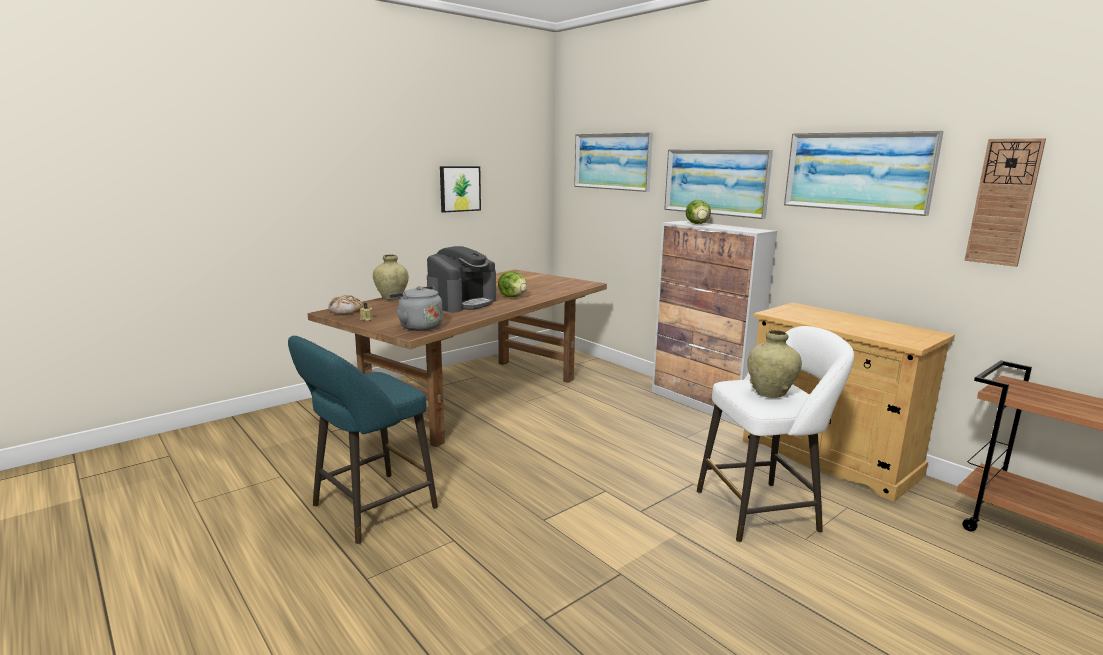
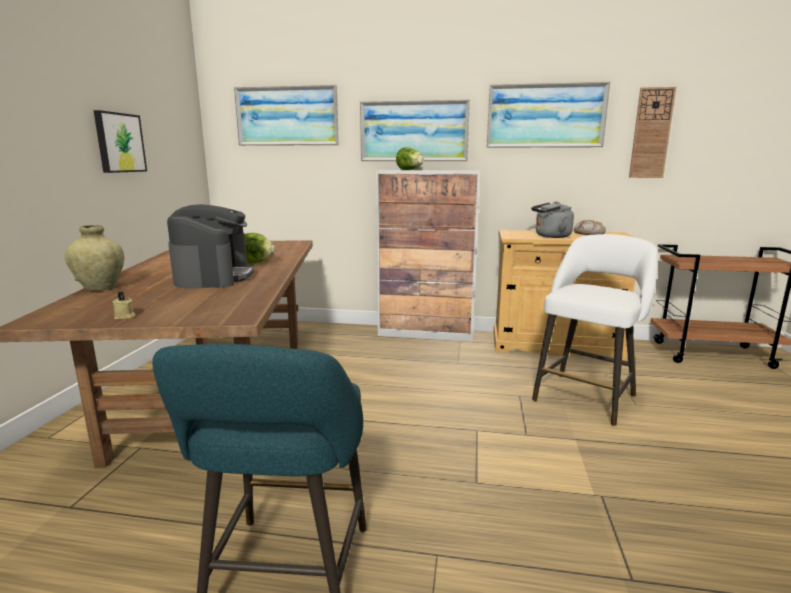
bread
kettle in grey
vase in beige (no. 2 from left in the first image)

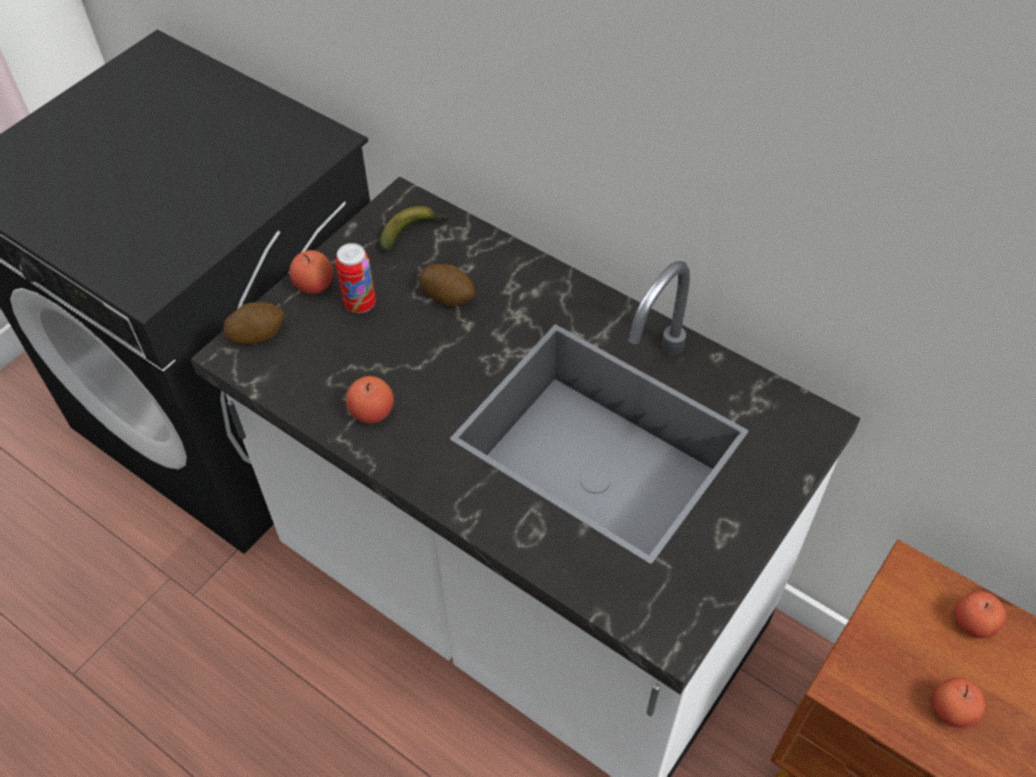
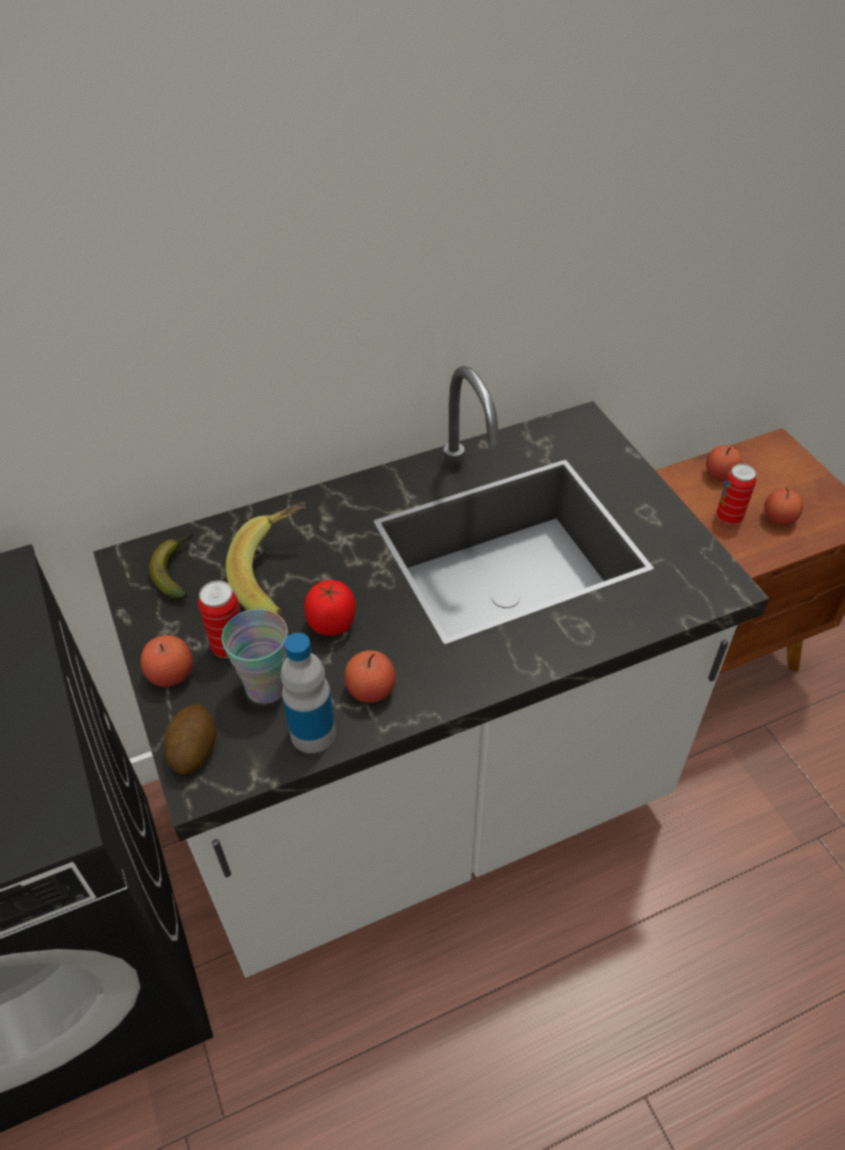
banana (no. 2 from left)
cup
bottle
tomato
can (no. 2 from left)

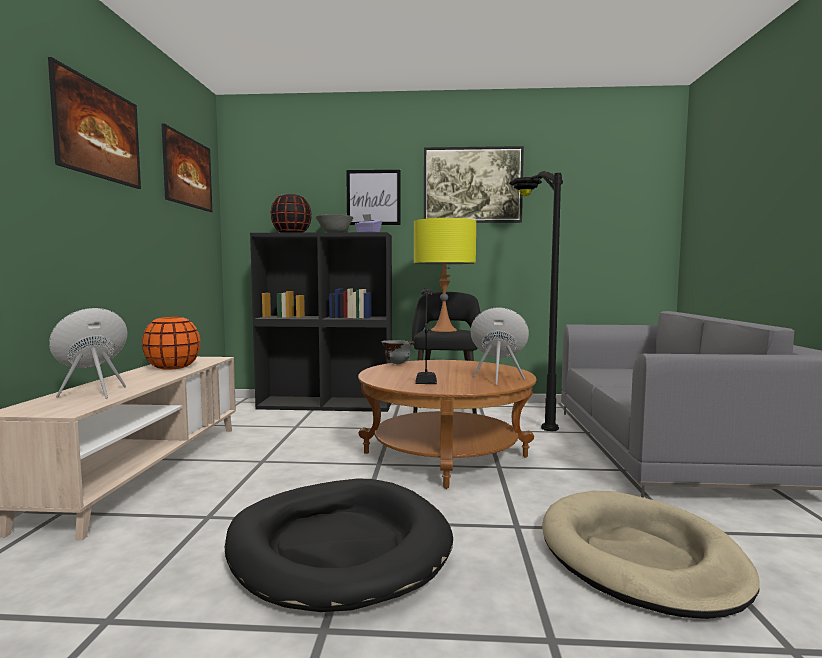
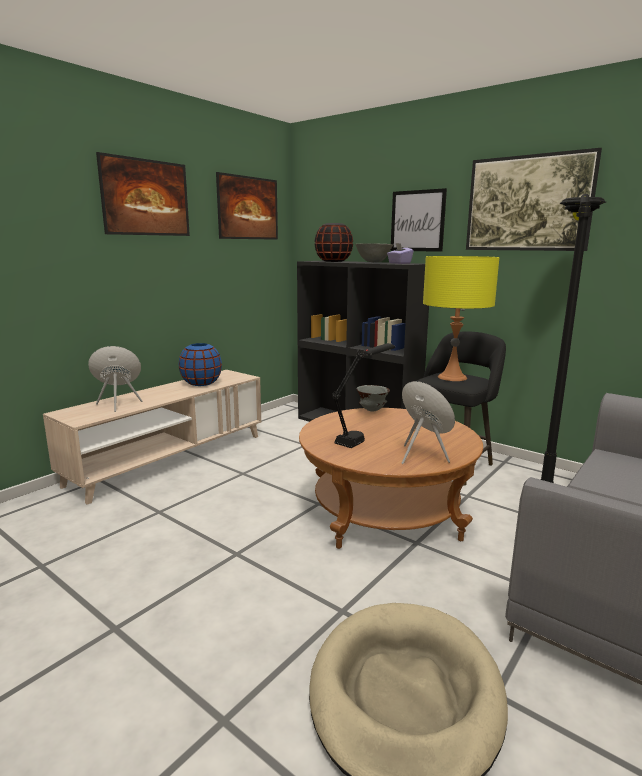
vase in blue
dog bed in black

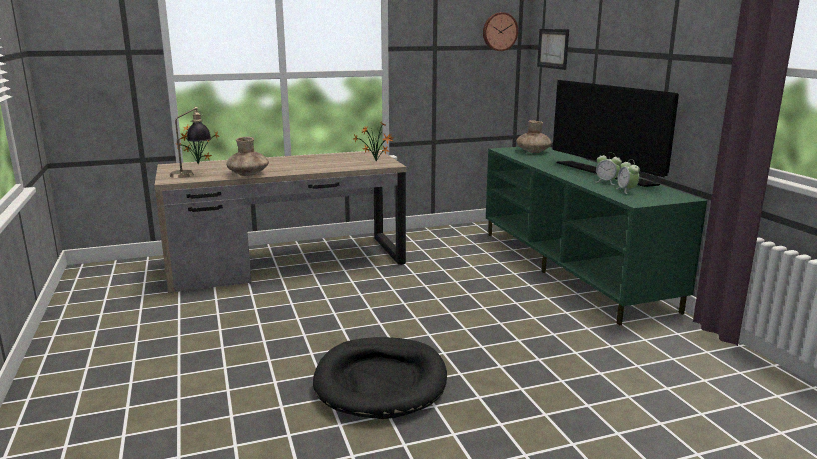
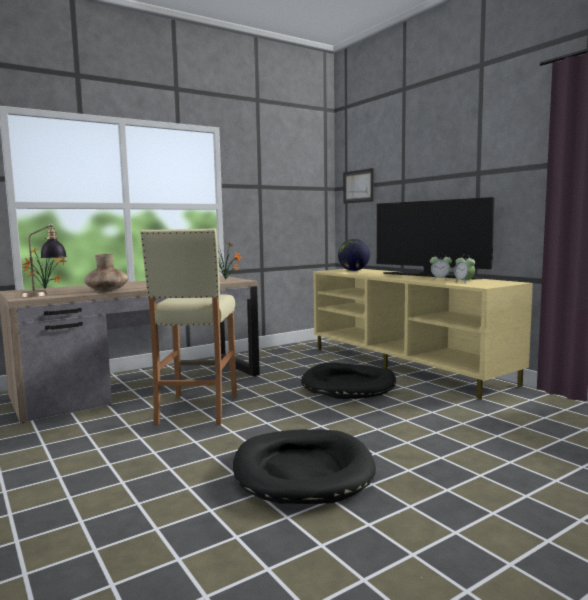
wall clock
tv stand in beige
globe
stool in beige
dog bed in black (no. 2 from left)

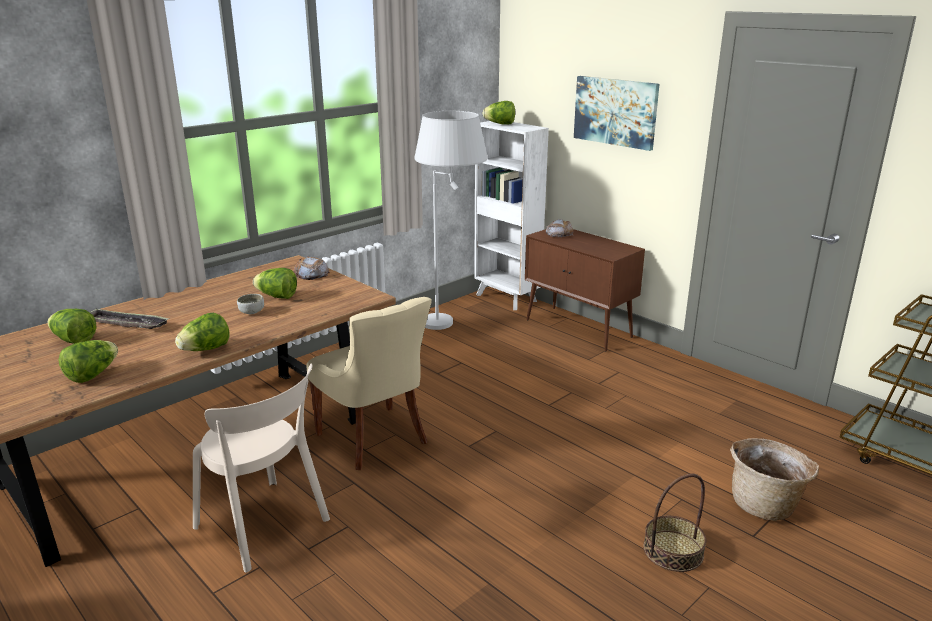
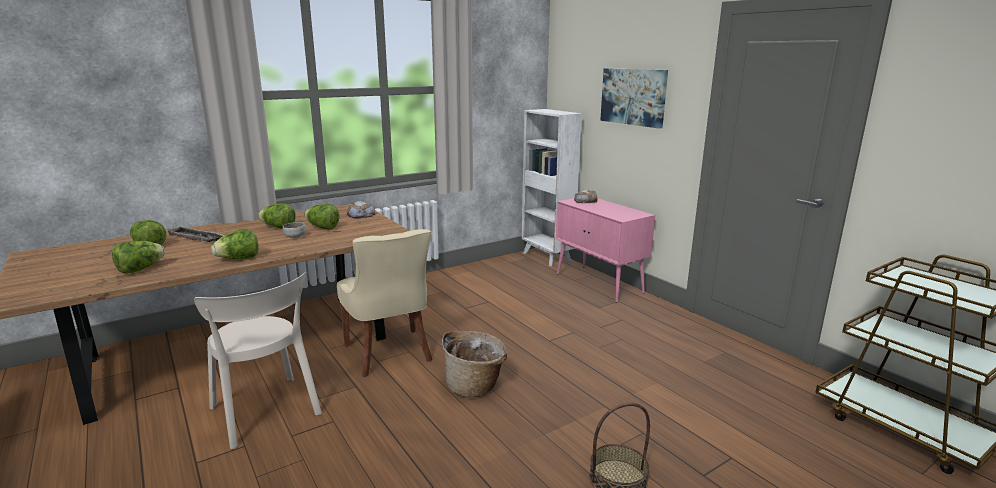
floor lamp in white
lettuce (no. 4 from left)
cabinet in pink
basket (no. 1 from left)

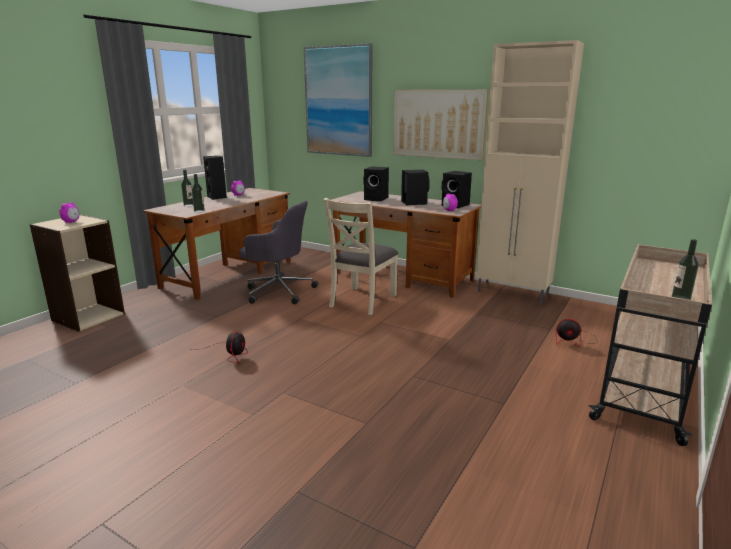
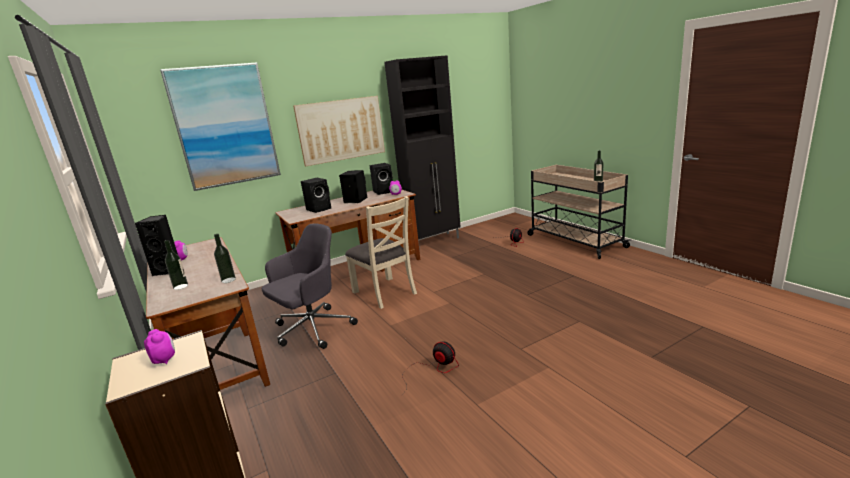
cabinet in black

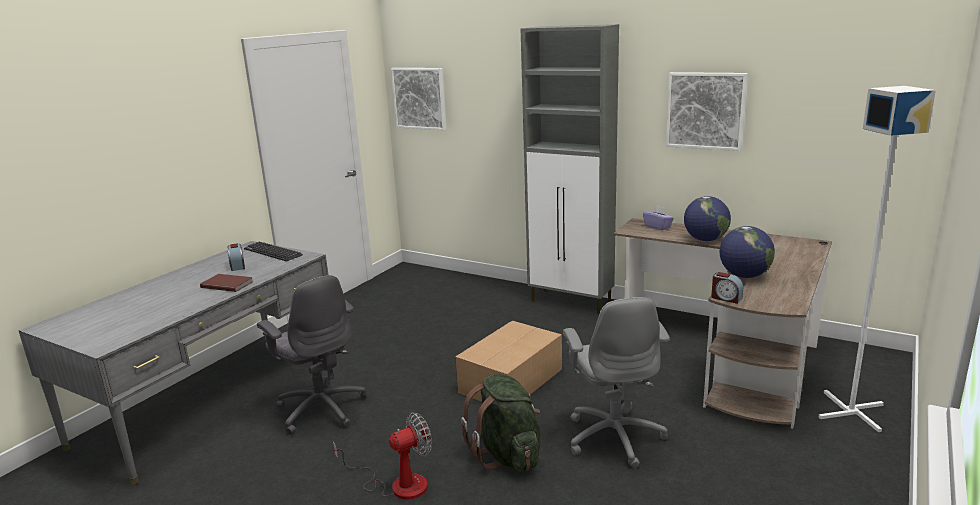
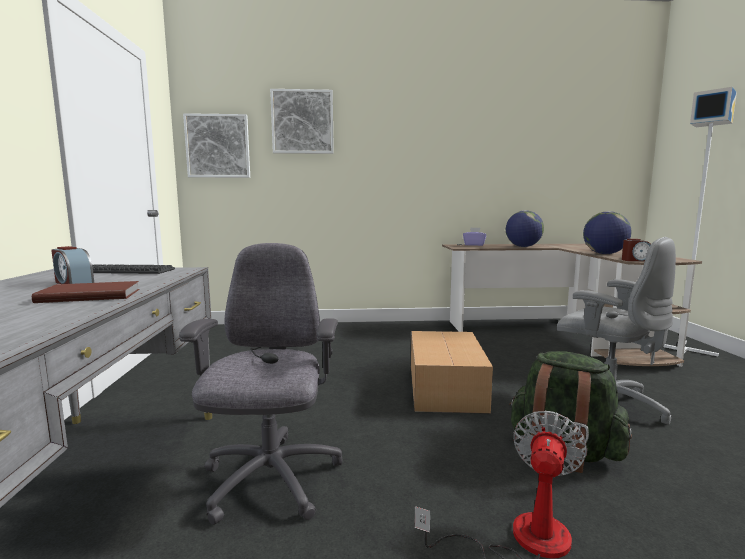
office chair in grey (no. 1 from left)
cabinet in grey
picture (no. 2 from left)

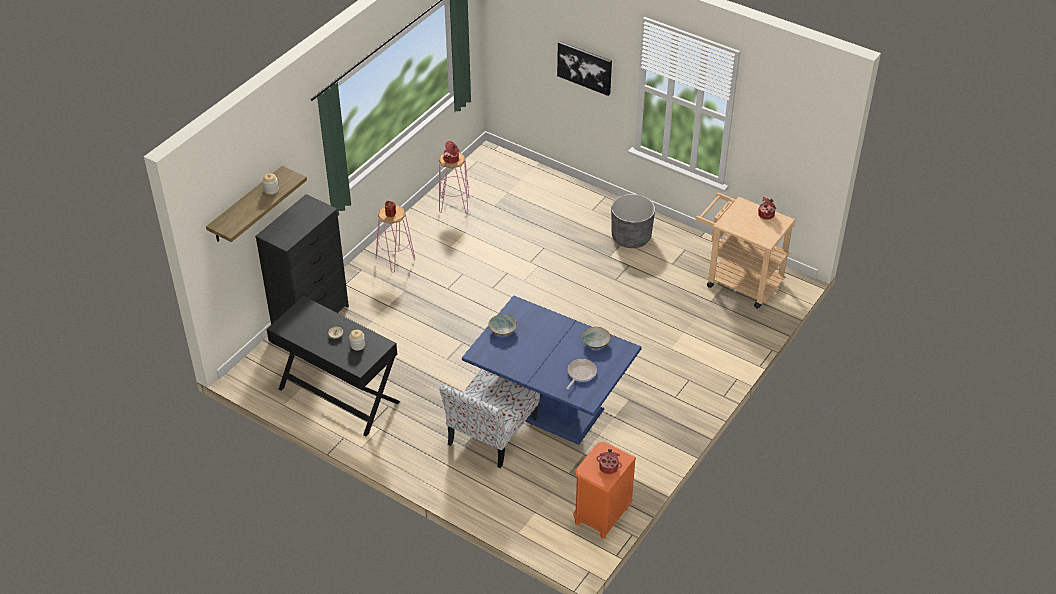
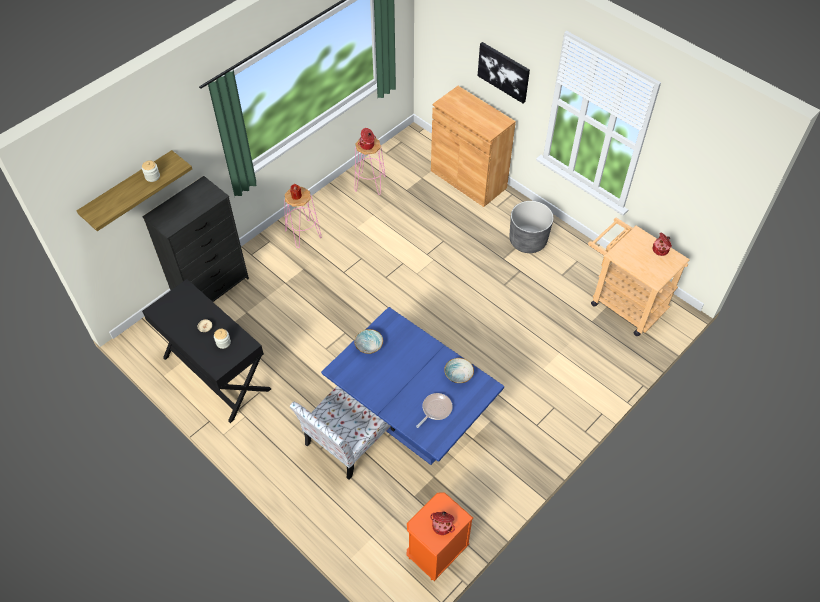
cabinet in brown

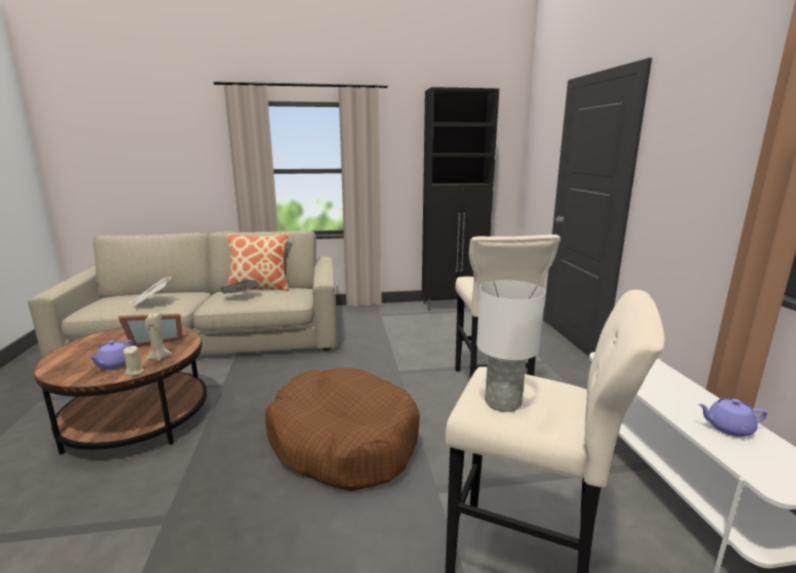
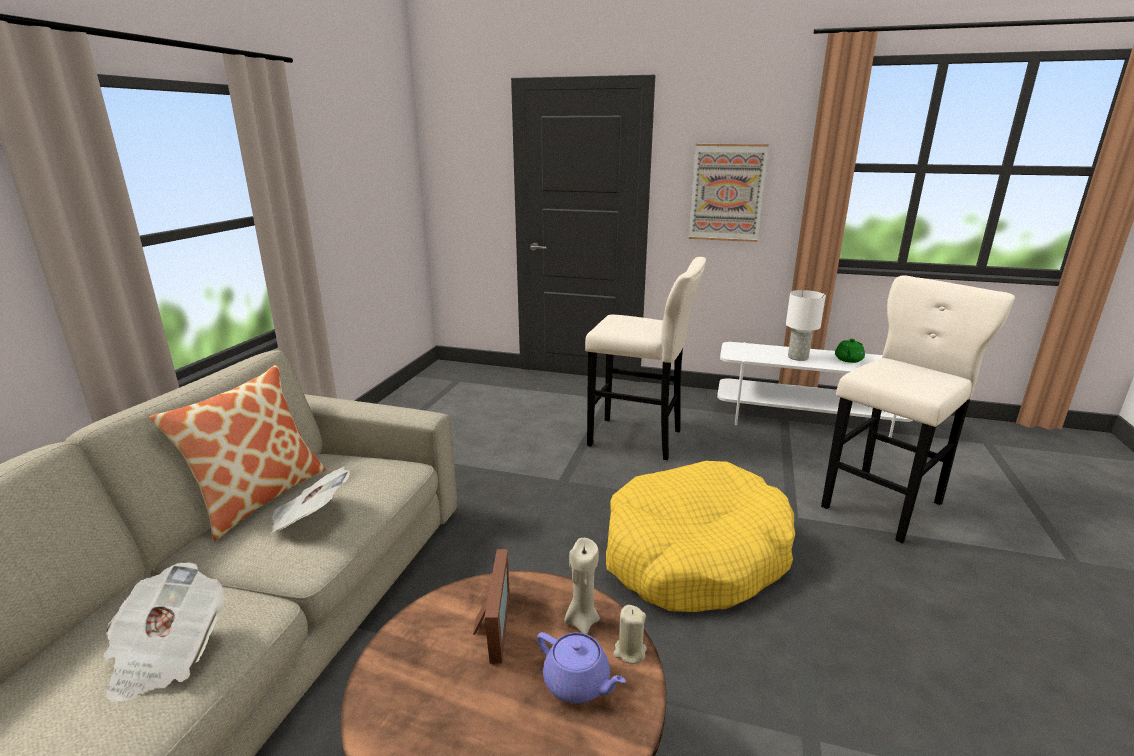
dog bed in yellow
cabinet in black
table lamp in white
teapot in green
picture

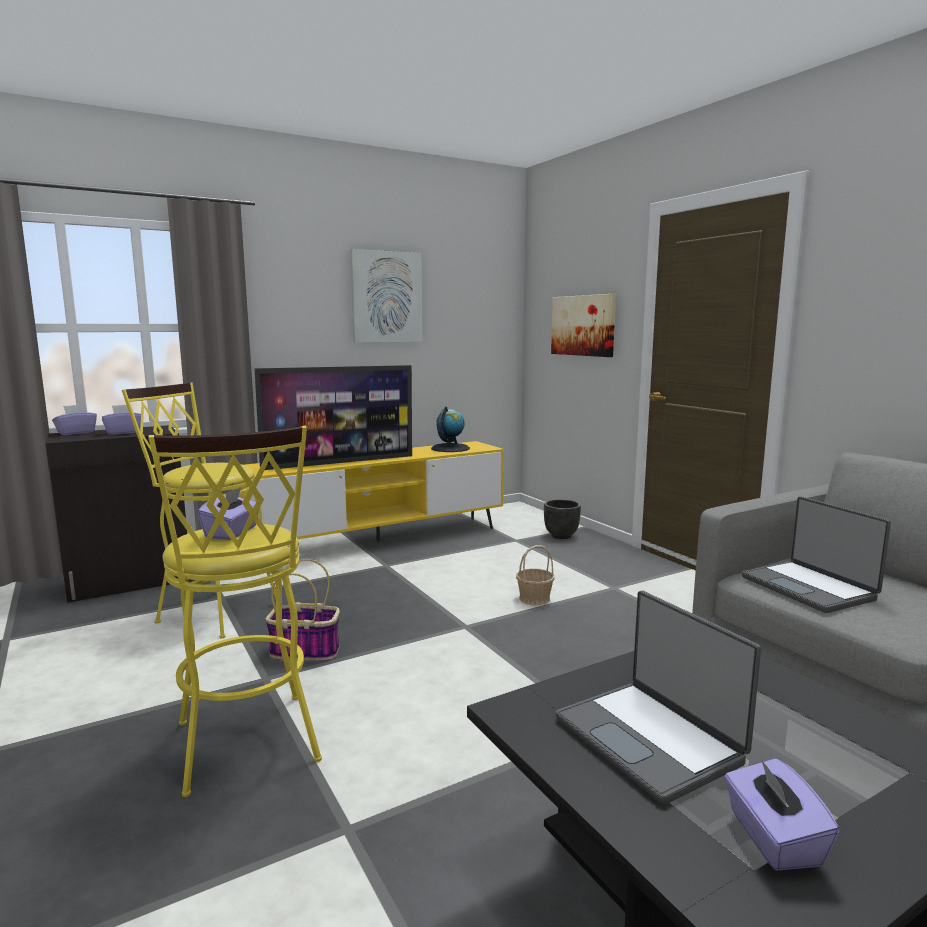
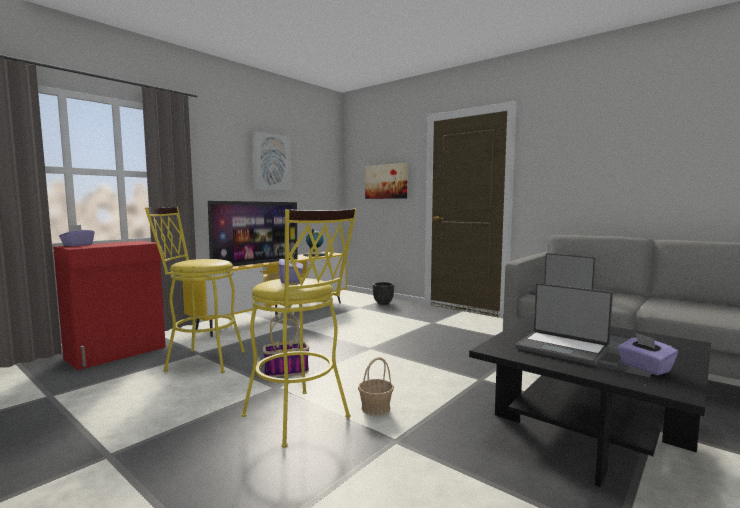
cabinet in red
tissue box in purple (no. 2 from left in the first image)
basket (no. 2 from left)

